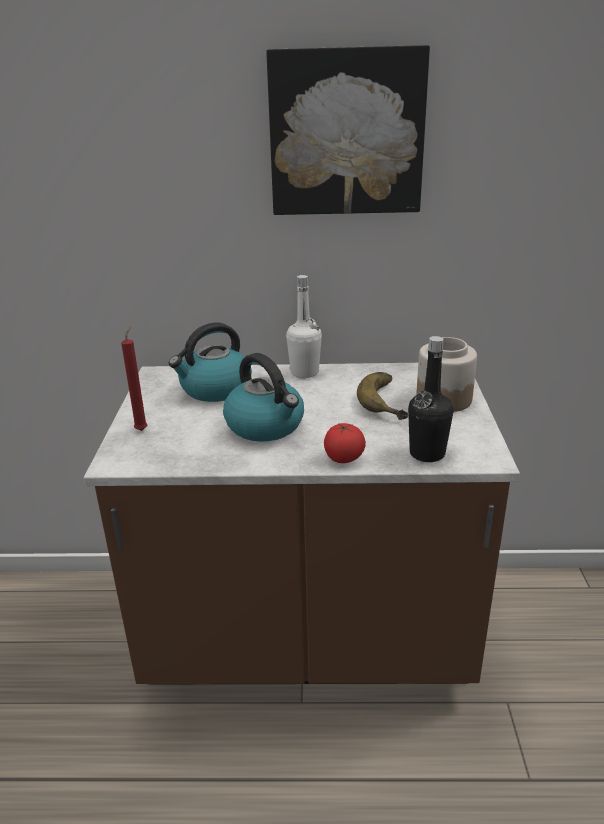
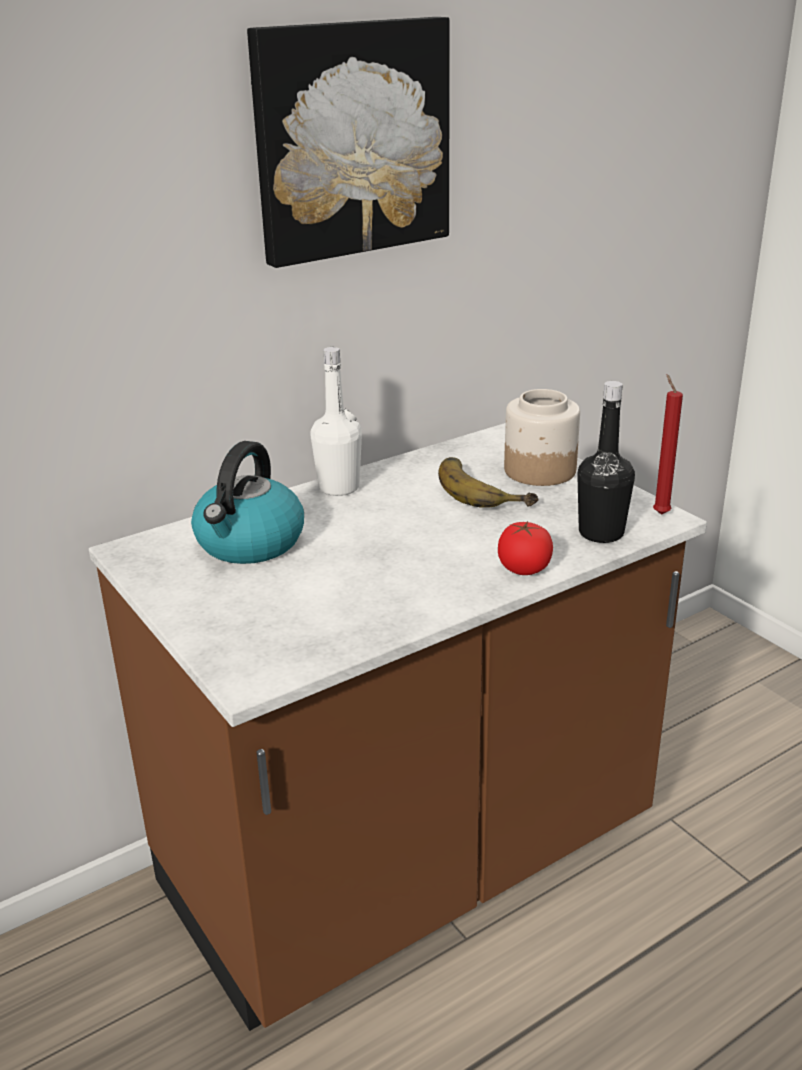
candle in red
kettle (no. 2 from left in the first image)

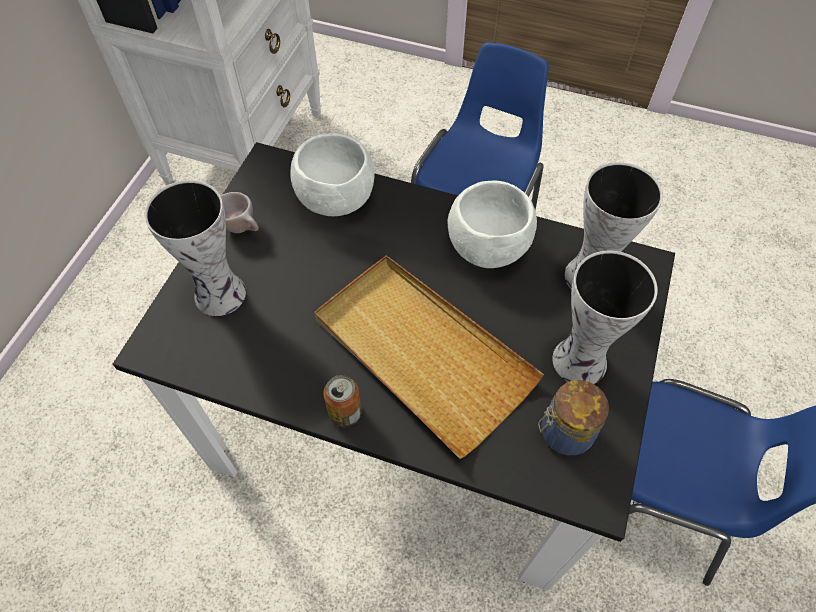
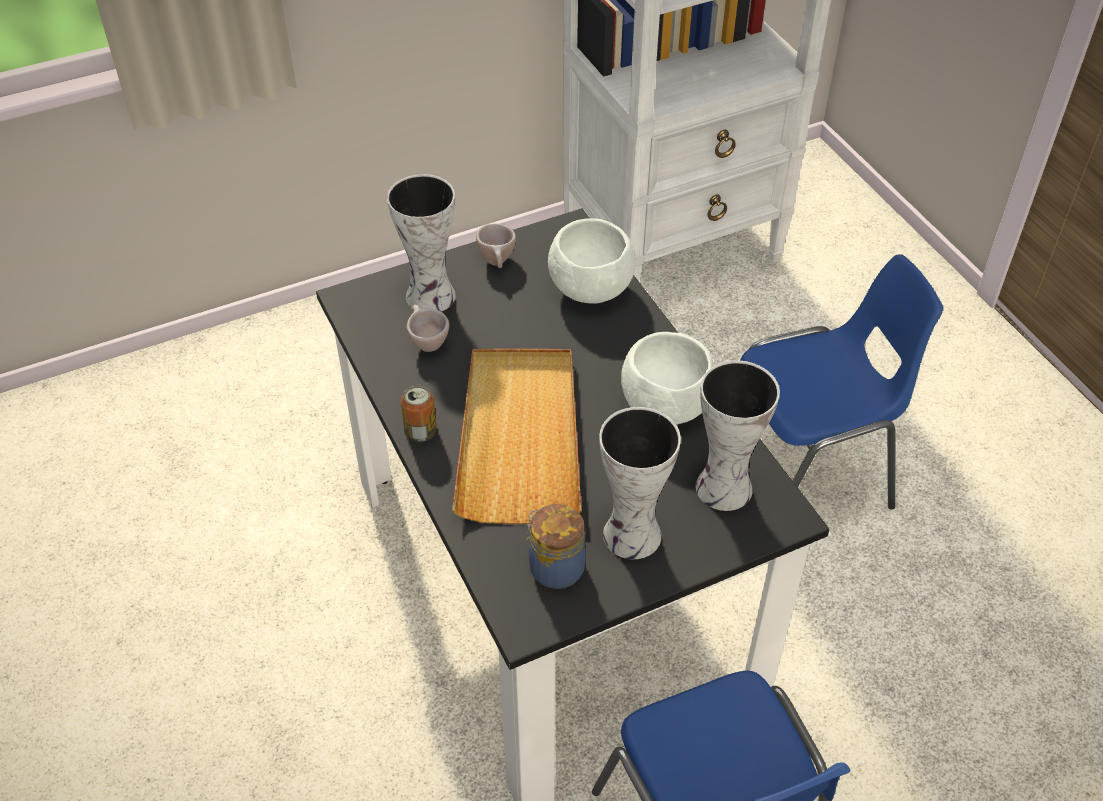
cup in beige (no. 1 from left)

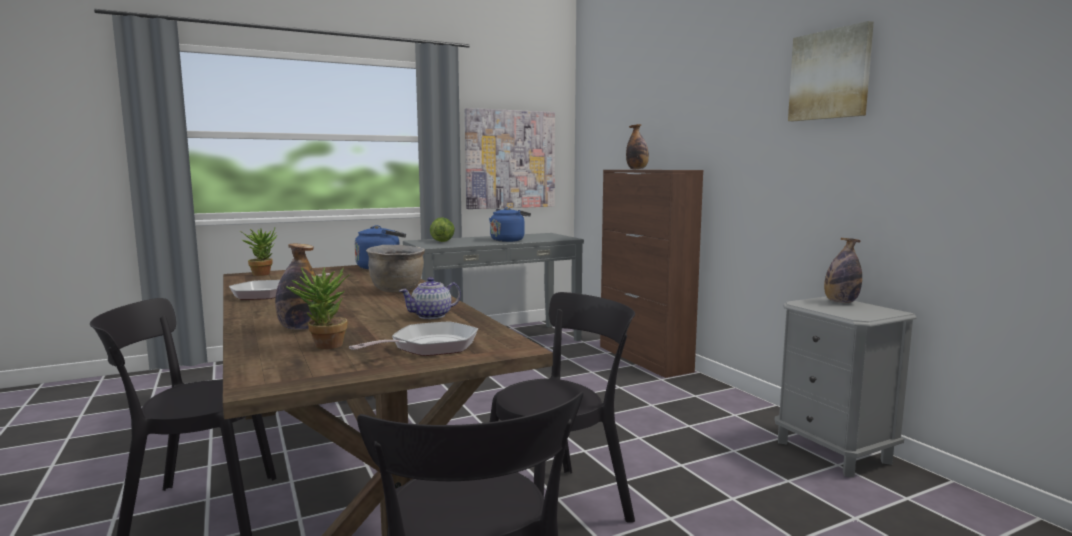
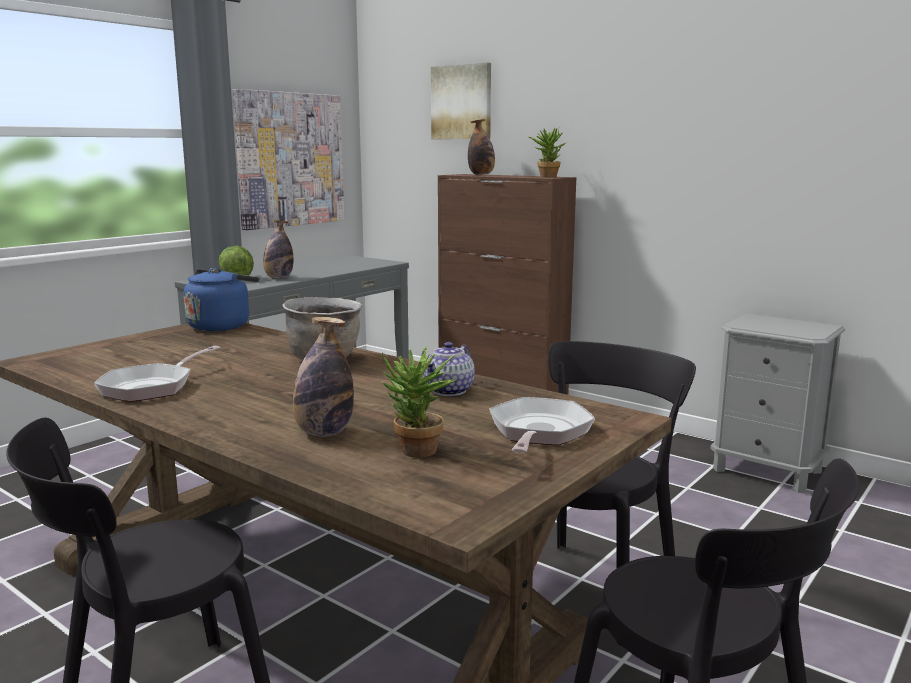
potted plant (no. 2 from left)
kettle in blue (no. 2 from left in the first image)
picture (no. 2 from left)
bottle (no. 1 from left)

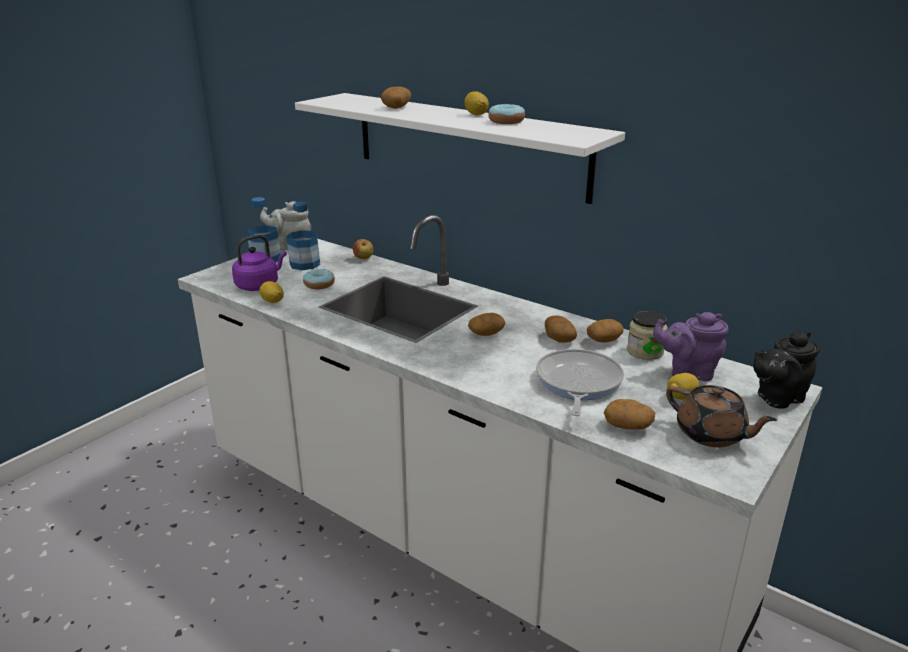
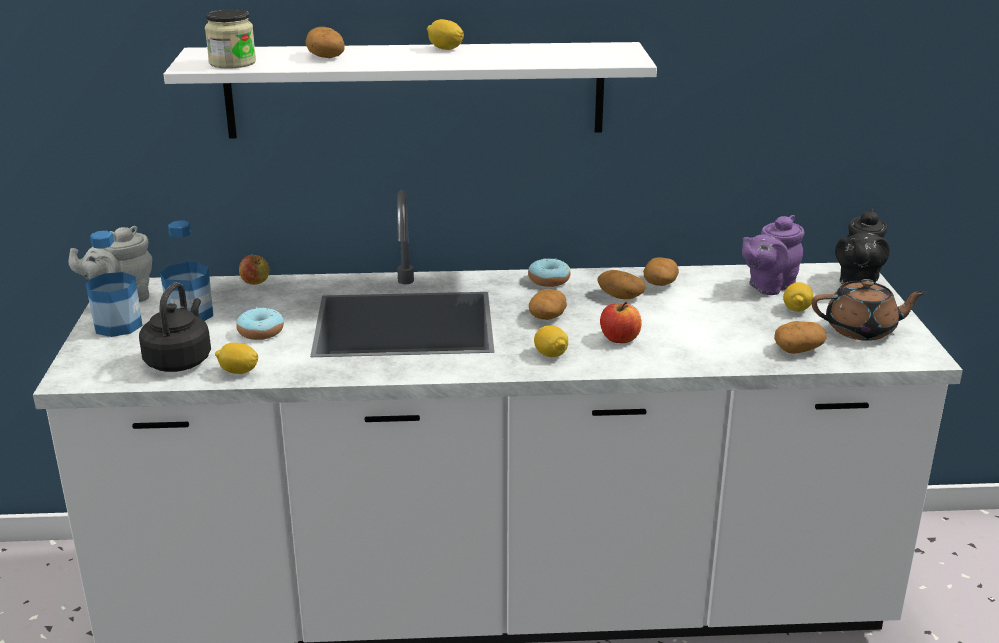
kettle in black
donut (no. 2 from left)
frying pan
jar
lemon (no. 3 from left)
apple (no. 2 from left)

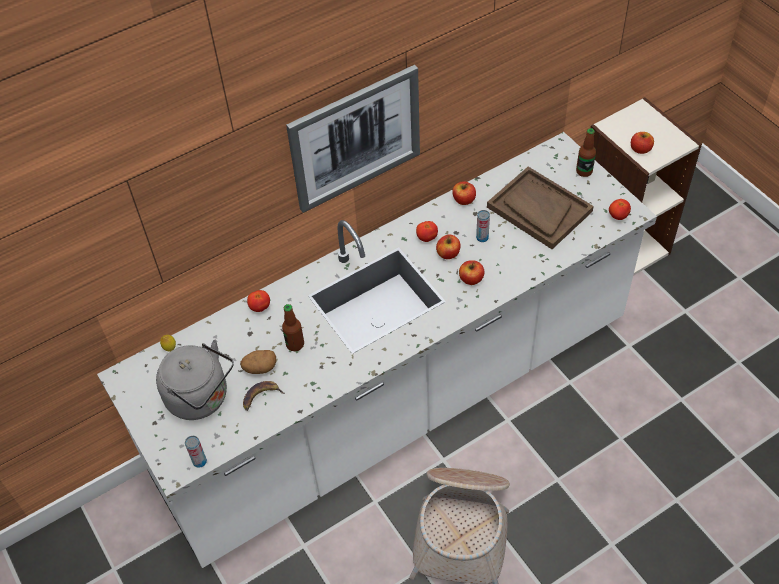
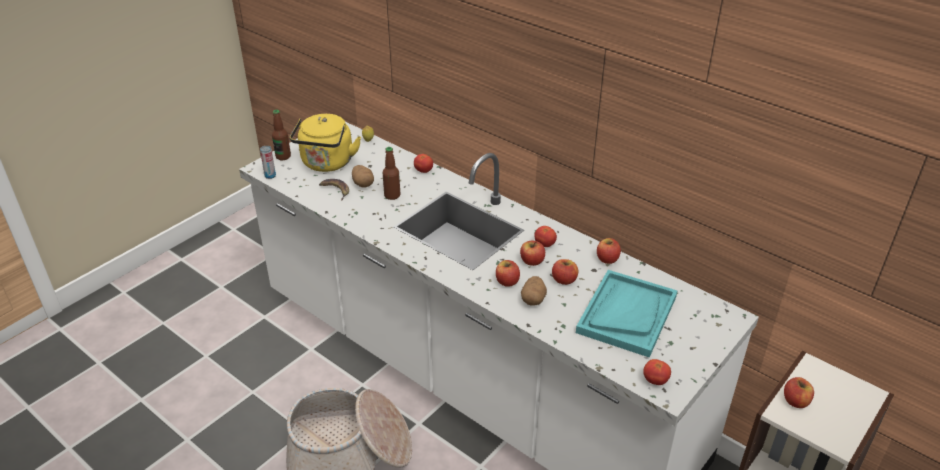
kettle in yellow
picture
apple (no. 3 from left)
tray in turquoise
bottle (no. 1 from left)
potato (no. 2 from left)

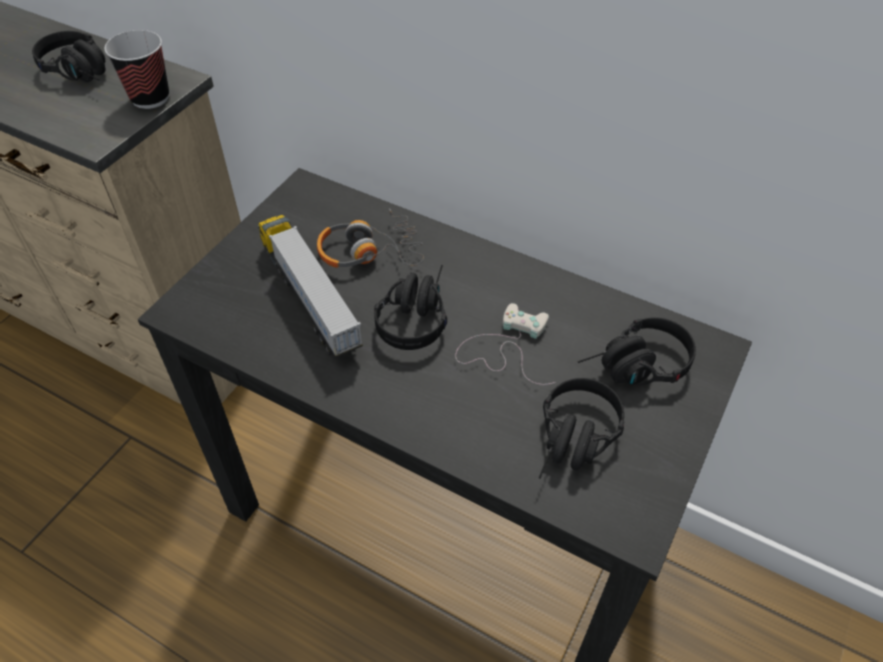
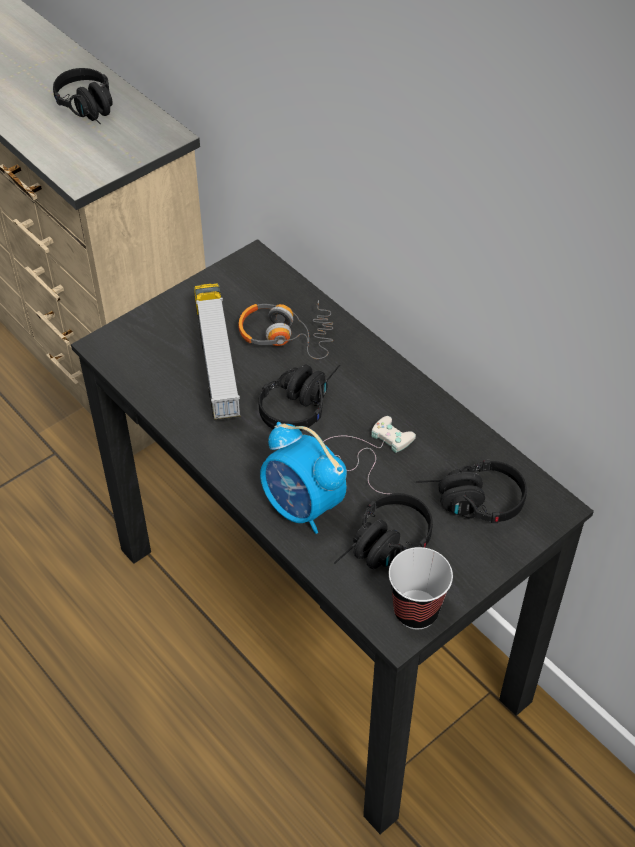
cup
alarm clock

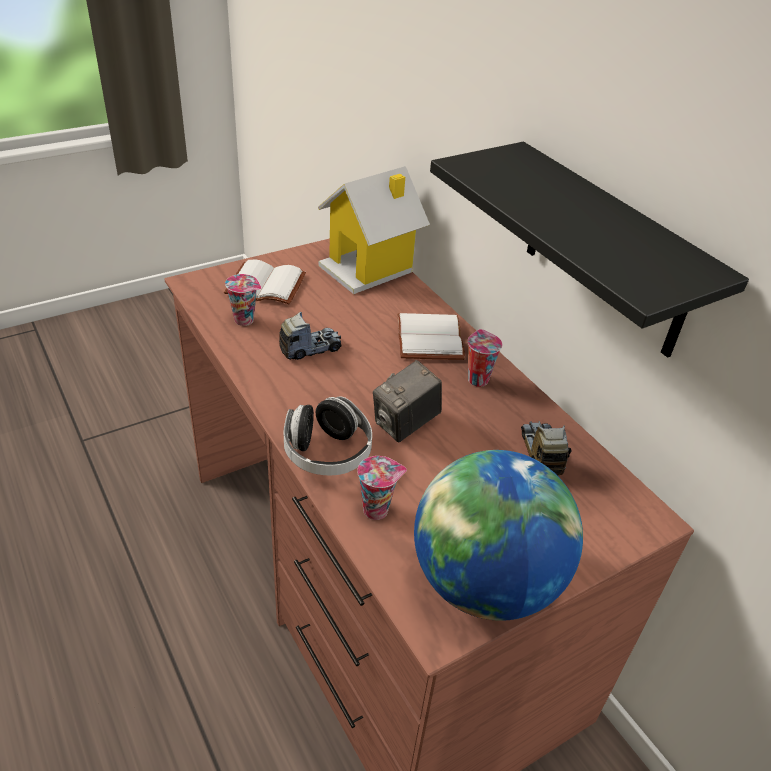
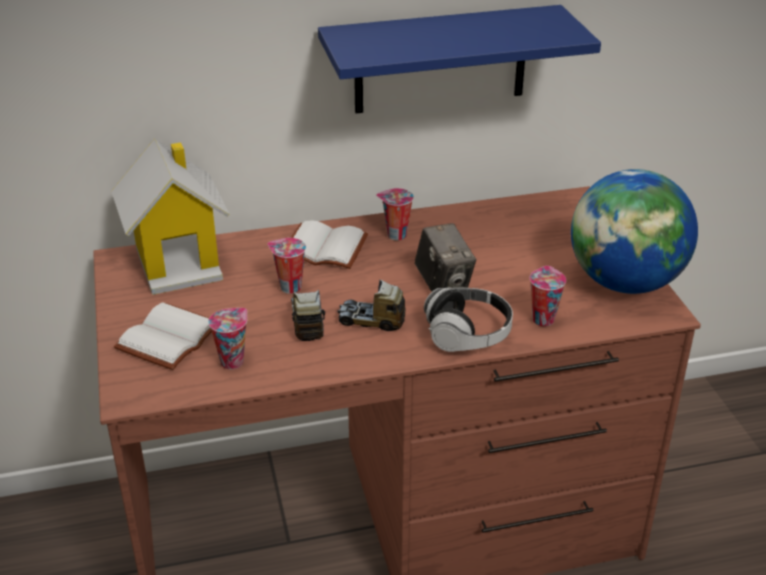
shelf in blue
toy truck (no. 2 from left)
cup (no. 2 from left)

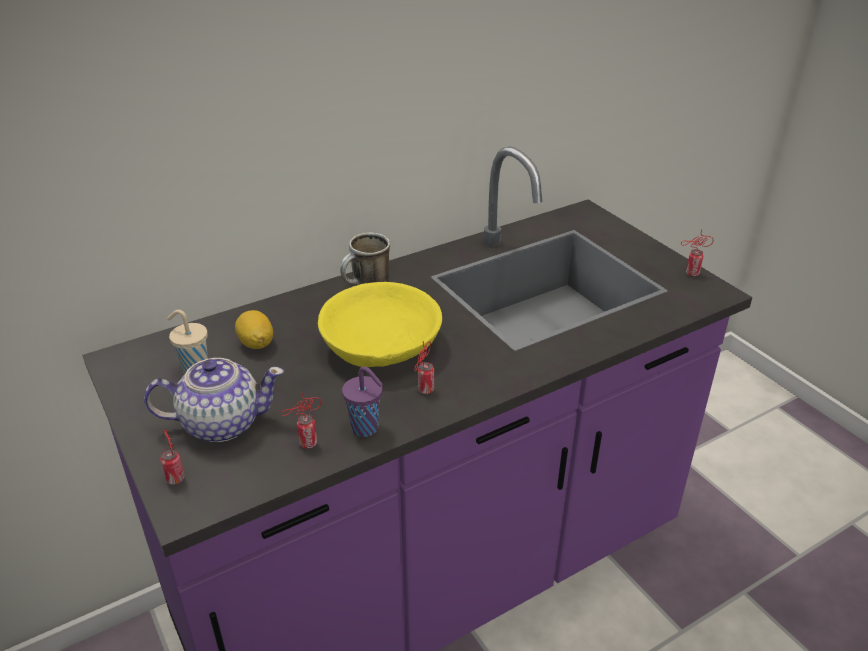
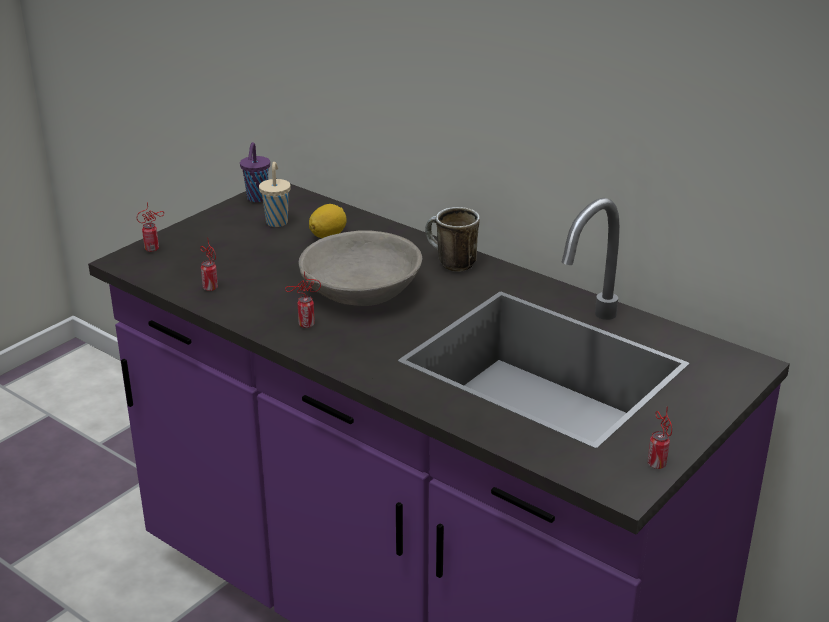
teapot
bowl in grey
cup in purple

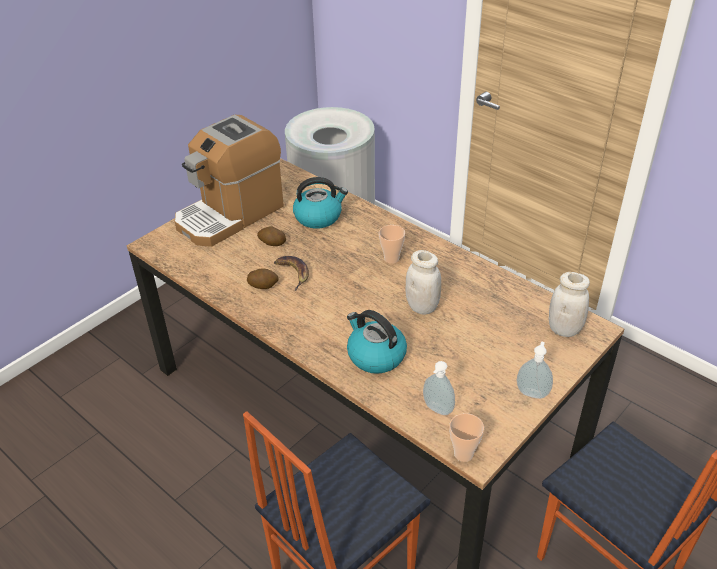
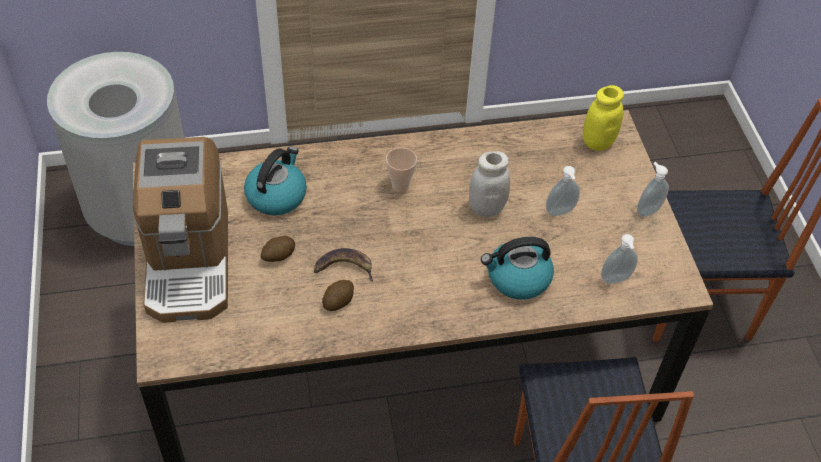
cup (no. 2 from left in the first image)
jar in yellow
soap dispenser (no. 1 from left)

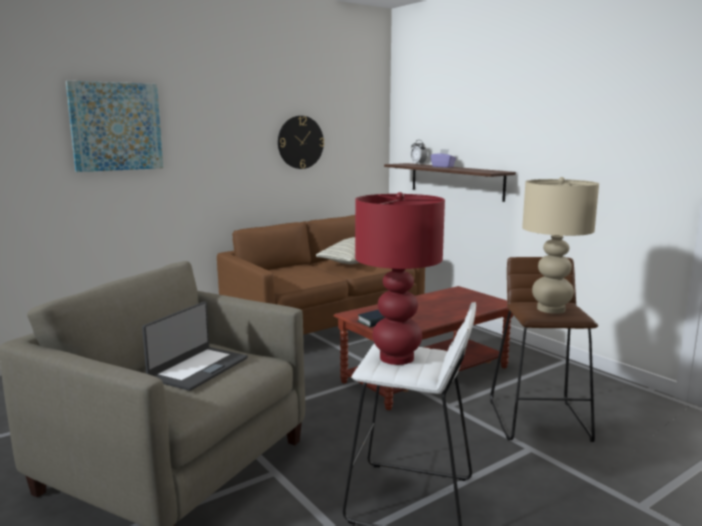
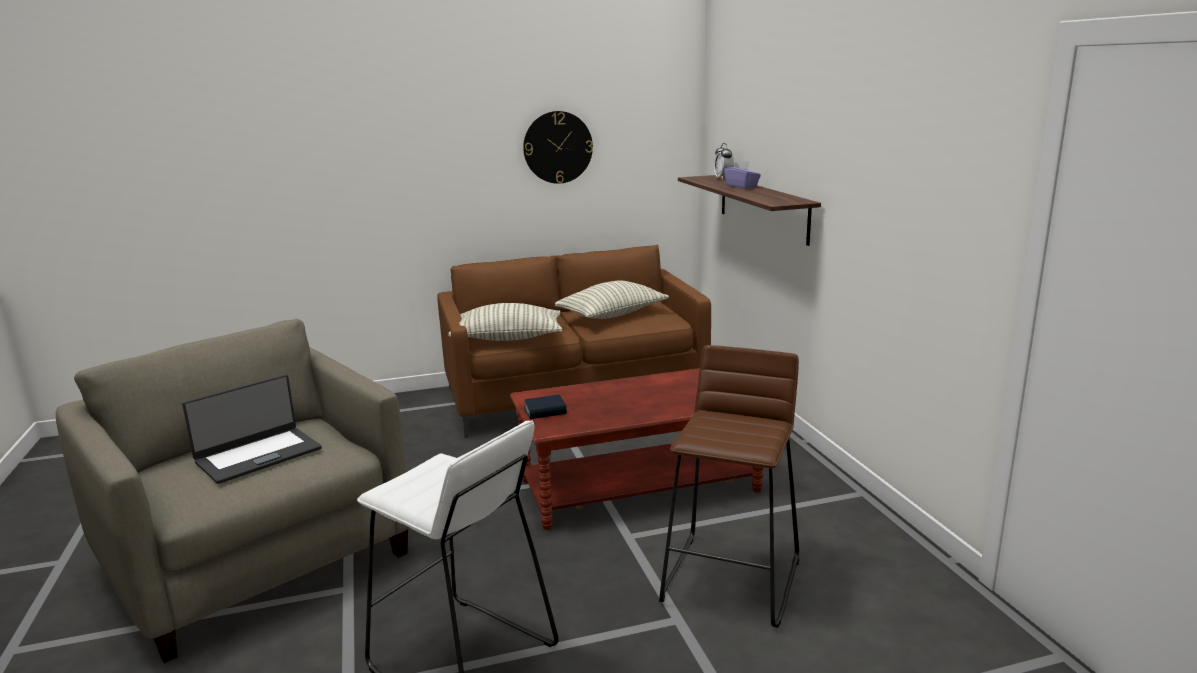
picture
table lamp in red
table lamp in beige
pillow (no. 1 from left)

